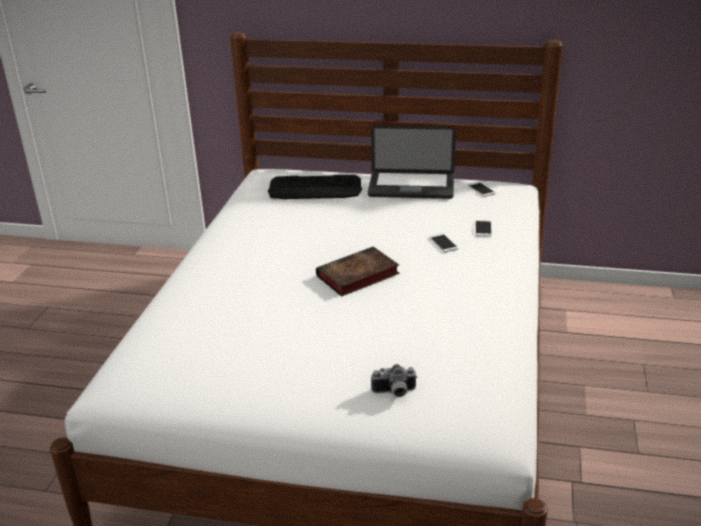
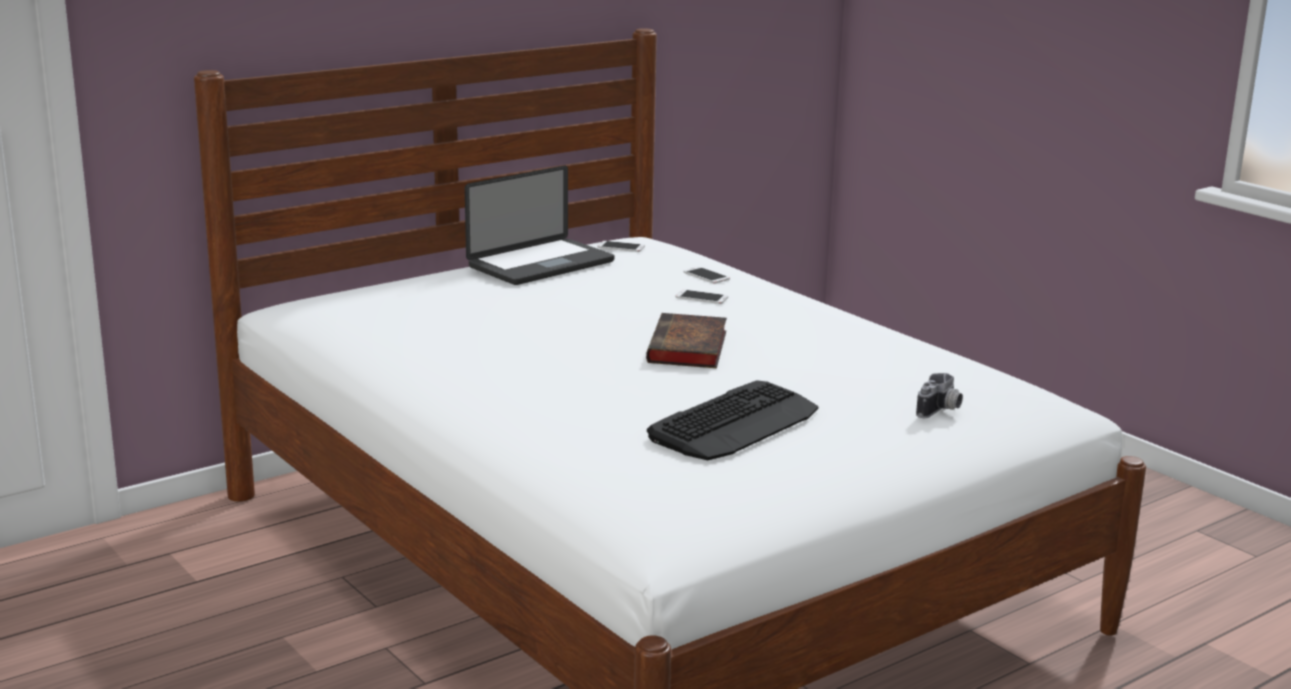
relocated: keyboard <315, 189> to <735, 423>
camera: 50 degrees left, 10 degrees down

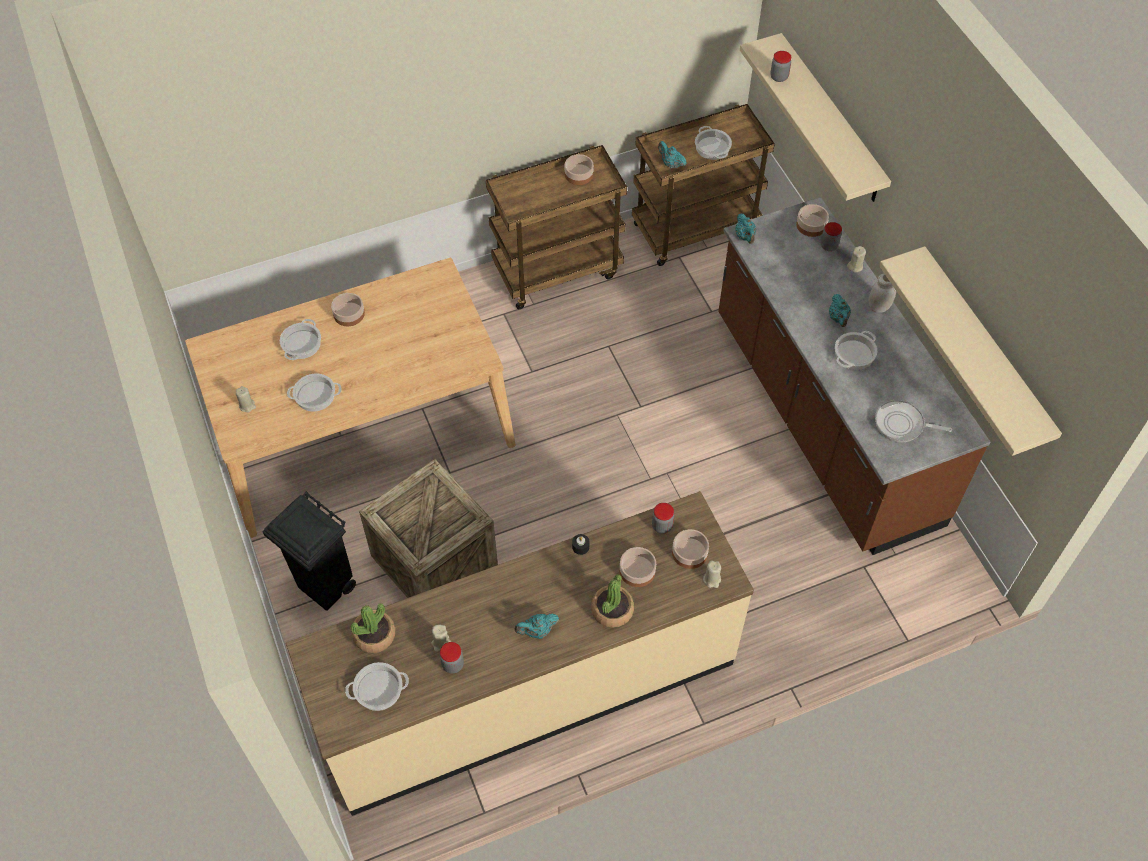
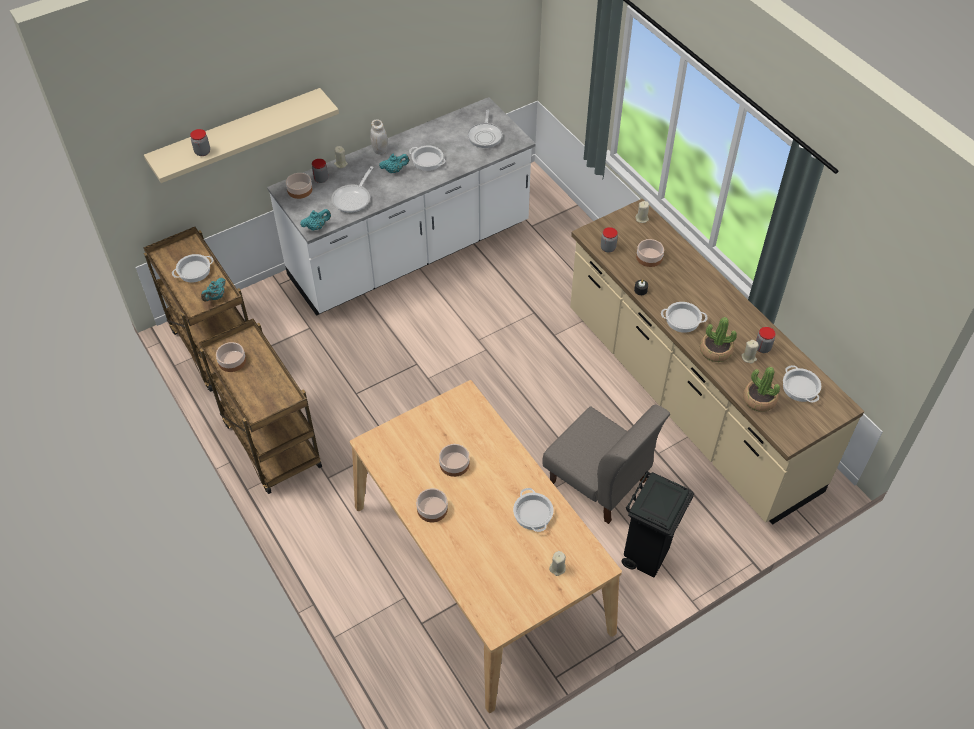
missing: teapot (turquoise) <537, 631>; shelf (beige) <984, 349>
appeared: frying pan <353, 198>
relocated: cooking pot <301, 343> to <682, 320>; potted plant <612, 610> to <715, 351>; bowl <690, 553> to <454, 463>
exchanged: crate <434, 560> to chair (grey) <598, 481>
colour: counter (brown) <824, 420> to counter (white) <410, 252>
camera: 100 degrees left, 5 degrees down

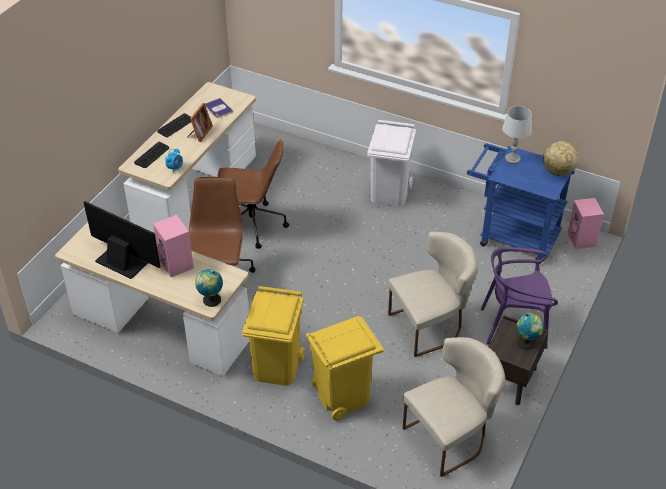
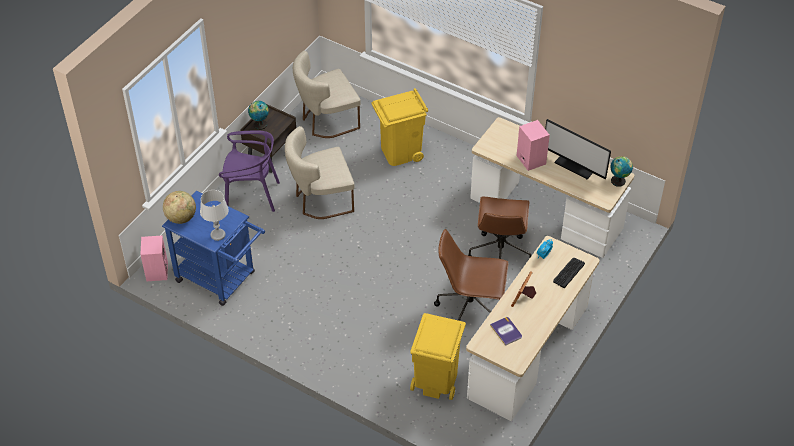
missing: keyboard <175, 126>; trash can (white) <389, 193>
relocated: globe <210, 300> to <619, 180>; trash can (yellow) <277, 367> to <435, 381>
camera: 175 degrees left, 5 degrees up

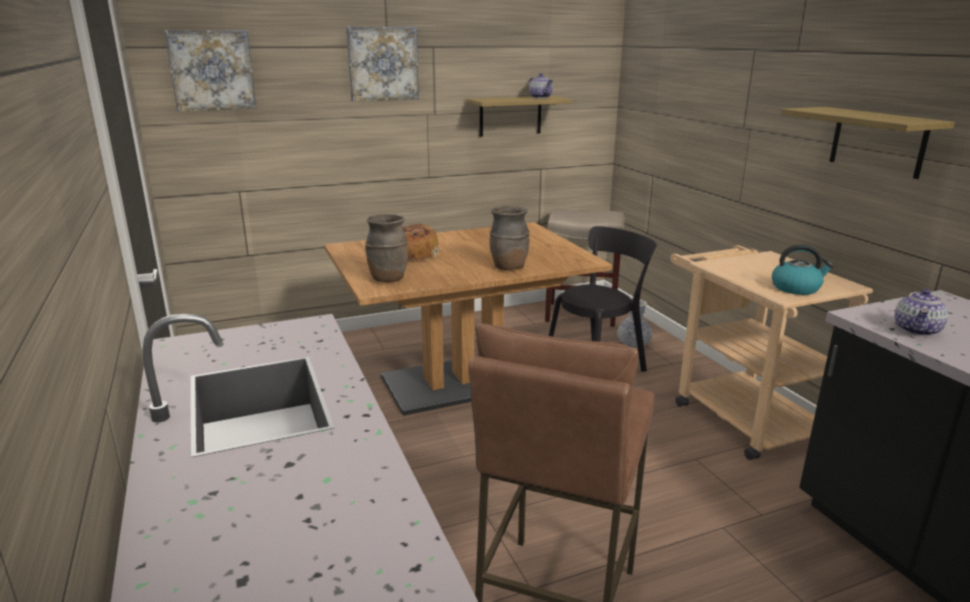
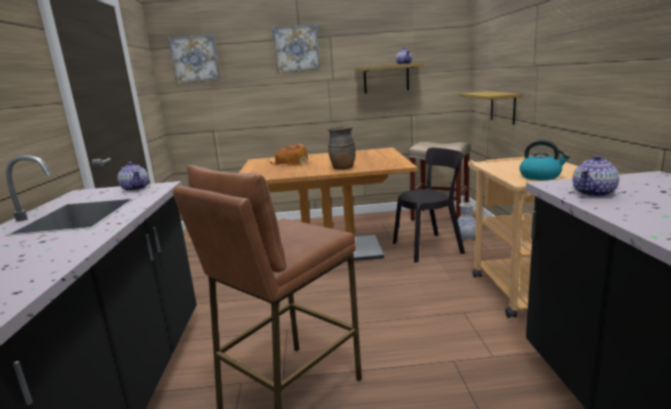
missing: vase (brown) <388, 279>
appeared: teapot <135, 188>
relocated: shelf <877, 142> to <503, 107>
camera: 20 degrees right, 5 degrees down

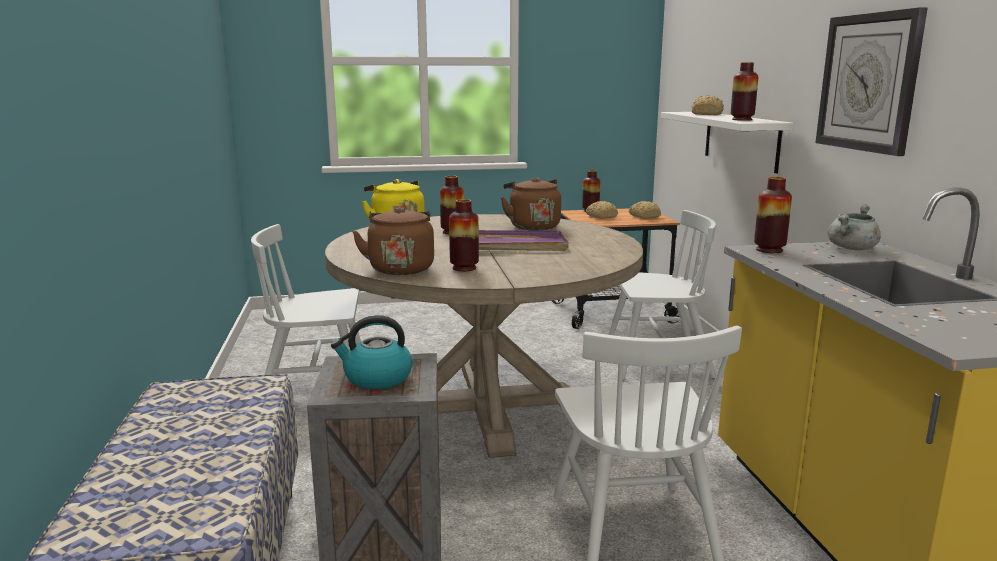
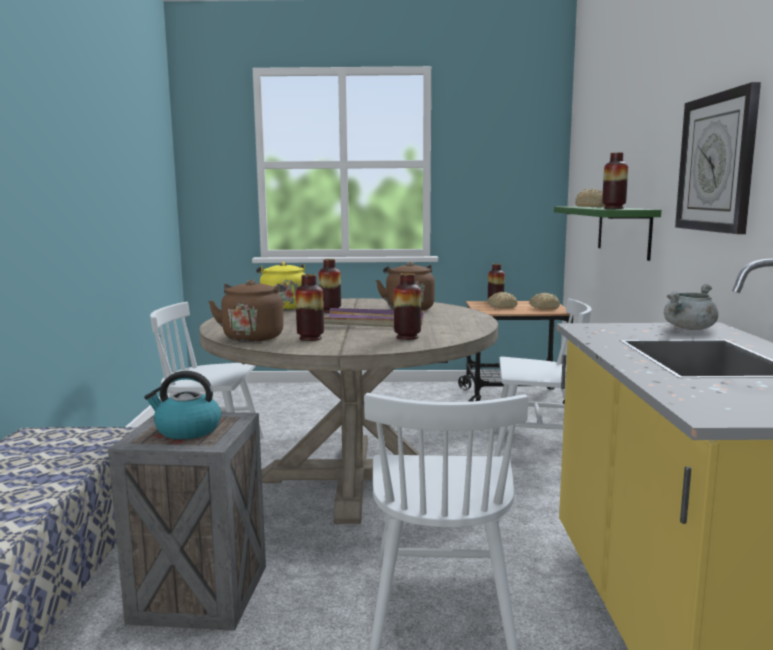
relocated: vase <769, 250> to <407, 337>
colour: shelf (white) <740, 140> to shelf (green) <623, 230>
camera: 10 degrees right, 5 degrees down

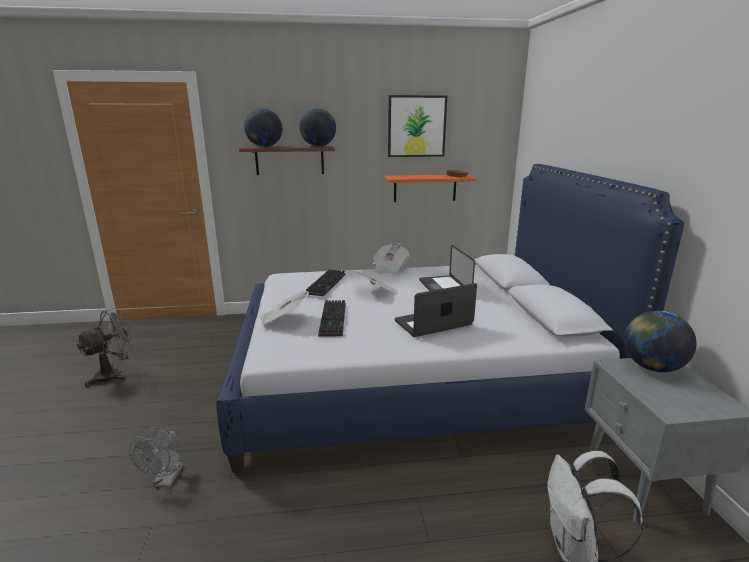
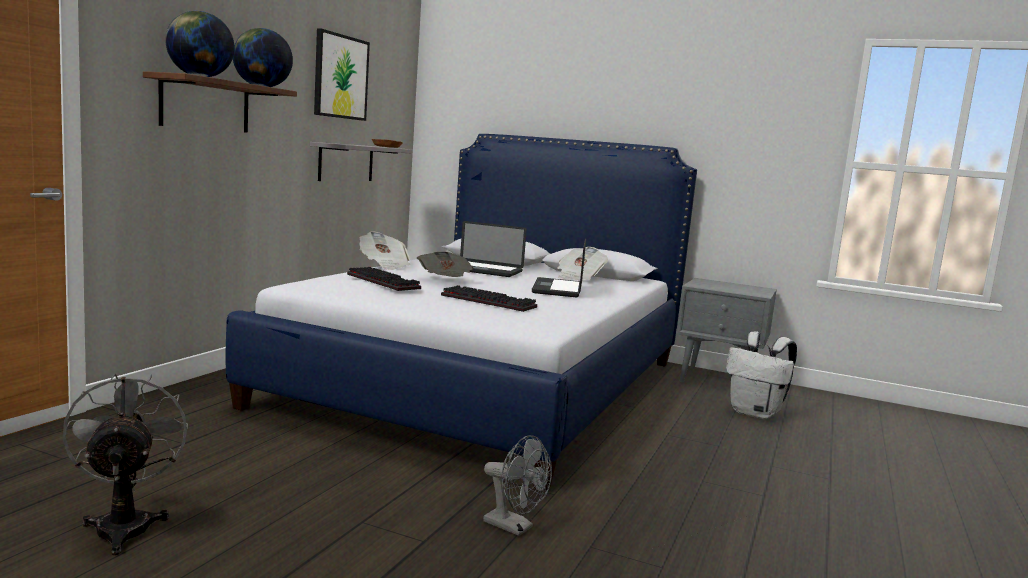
missing: globe <652, 367>
relocated: newspaper <283, 320> to <578, 278>
colour: shelf (orange) <425, 188> to shelf (grey) <346, 162>
camera: 60 degrees left, 10 degrees down

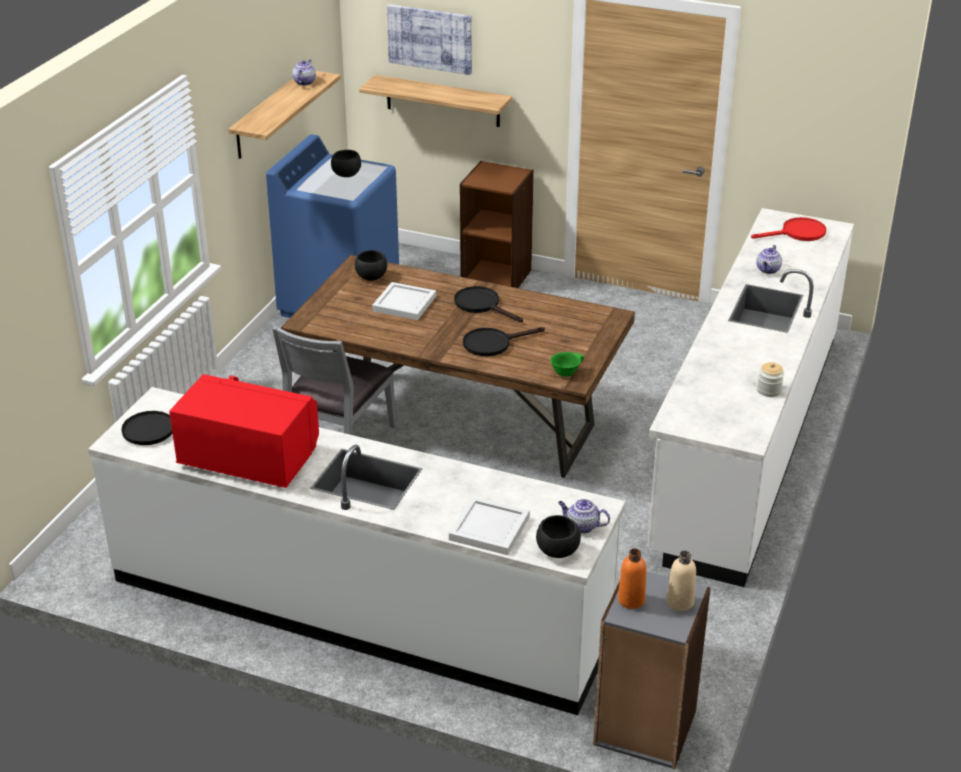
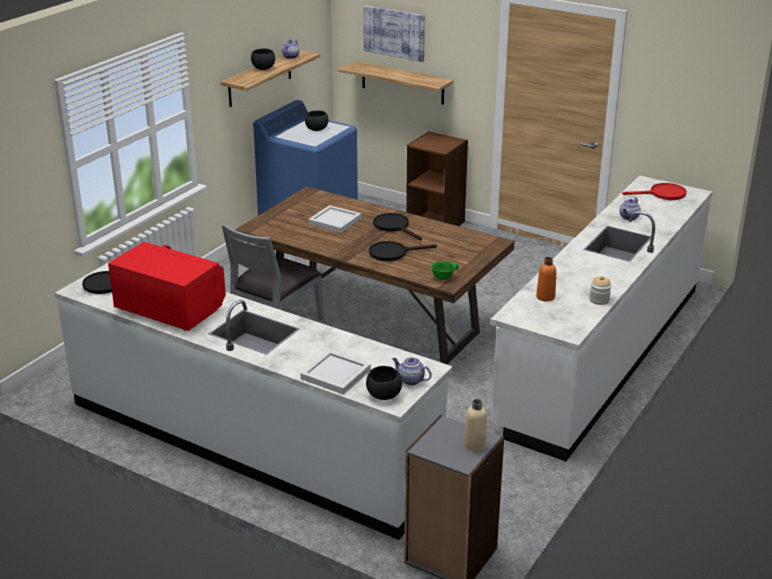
relocated: bowl (black) <371, 277> to <263, 69>; bottle (orange) <631, 600> to <545, 297>
camera: 10 degrees right, 5 degrees down

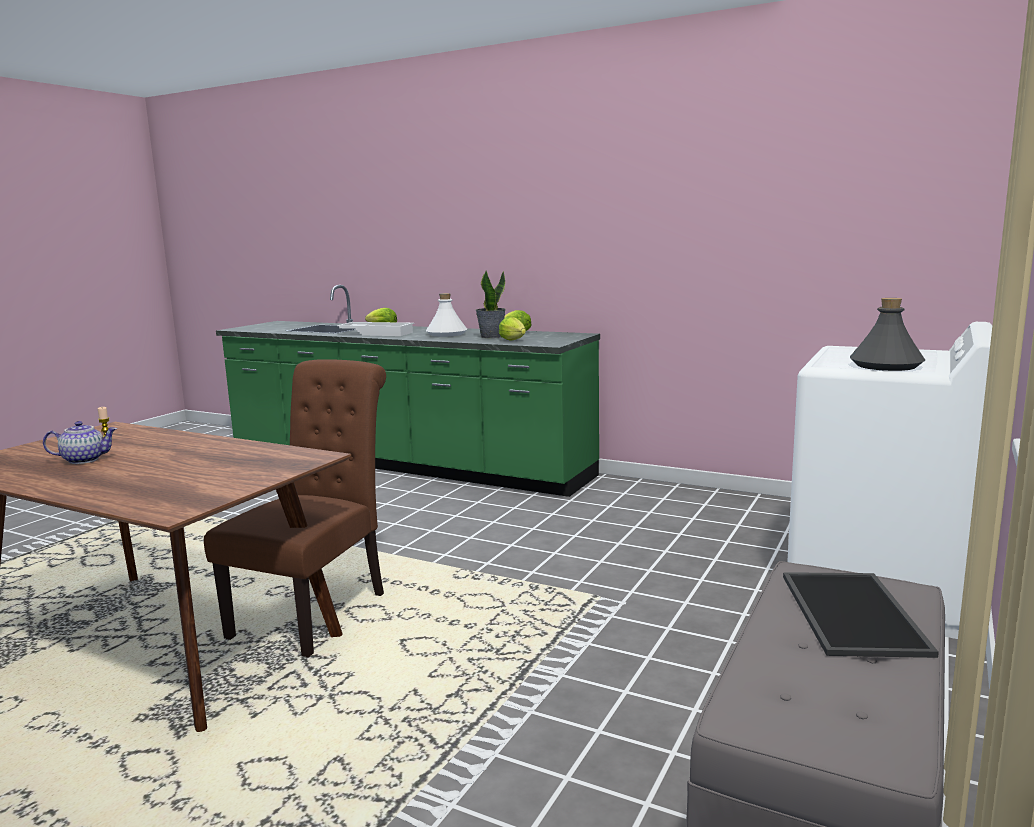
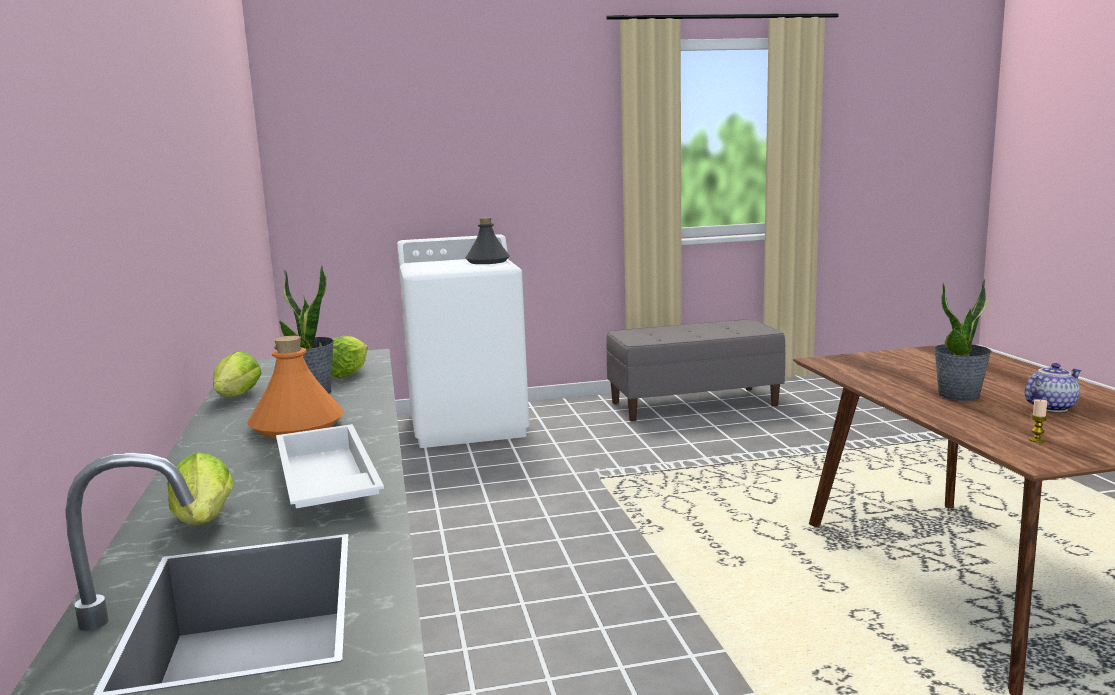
missing: chair (brown) <317, 611>; tray <855, 614>
appeared: potted plant <959, 395>
colour: bottle (white) <446, 334> to bottle (orange) <297, 426>
spun: teapot <85, 460> = <1050, 407> 120 degrees clockwise
camera: 130 degrees left, 0 degrees up

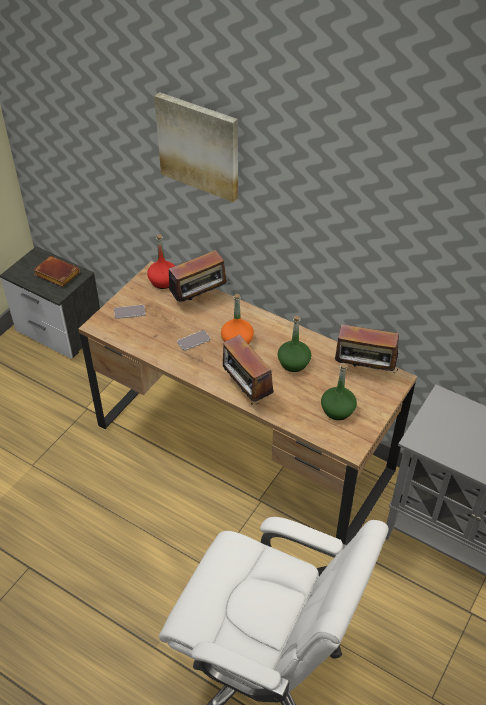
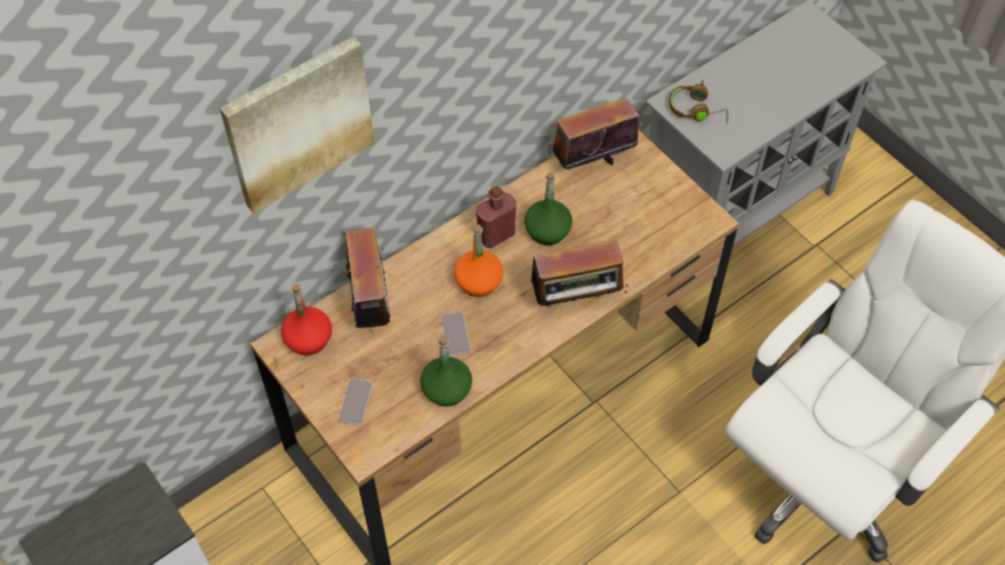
missing: book (brown) <55, 274>
appeared: bottle (red) <496, 235>; headphones (brown) <697, 110>
relocated: bottle (green) <337, 410> to <447, 389>
spun: radio <364, 370> = <592, 162> 150 degrees counterclockwise
camera: 70 degrees left, 10 degrees up

